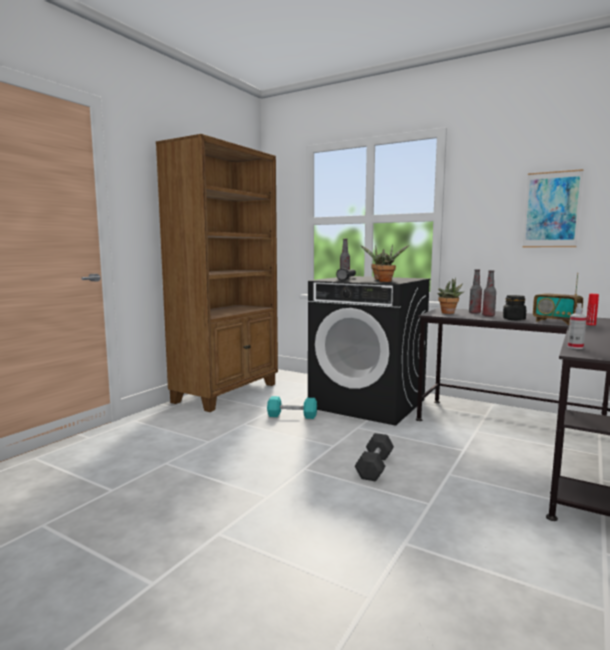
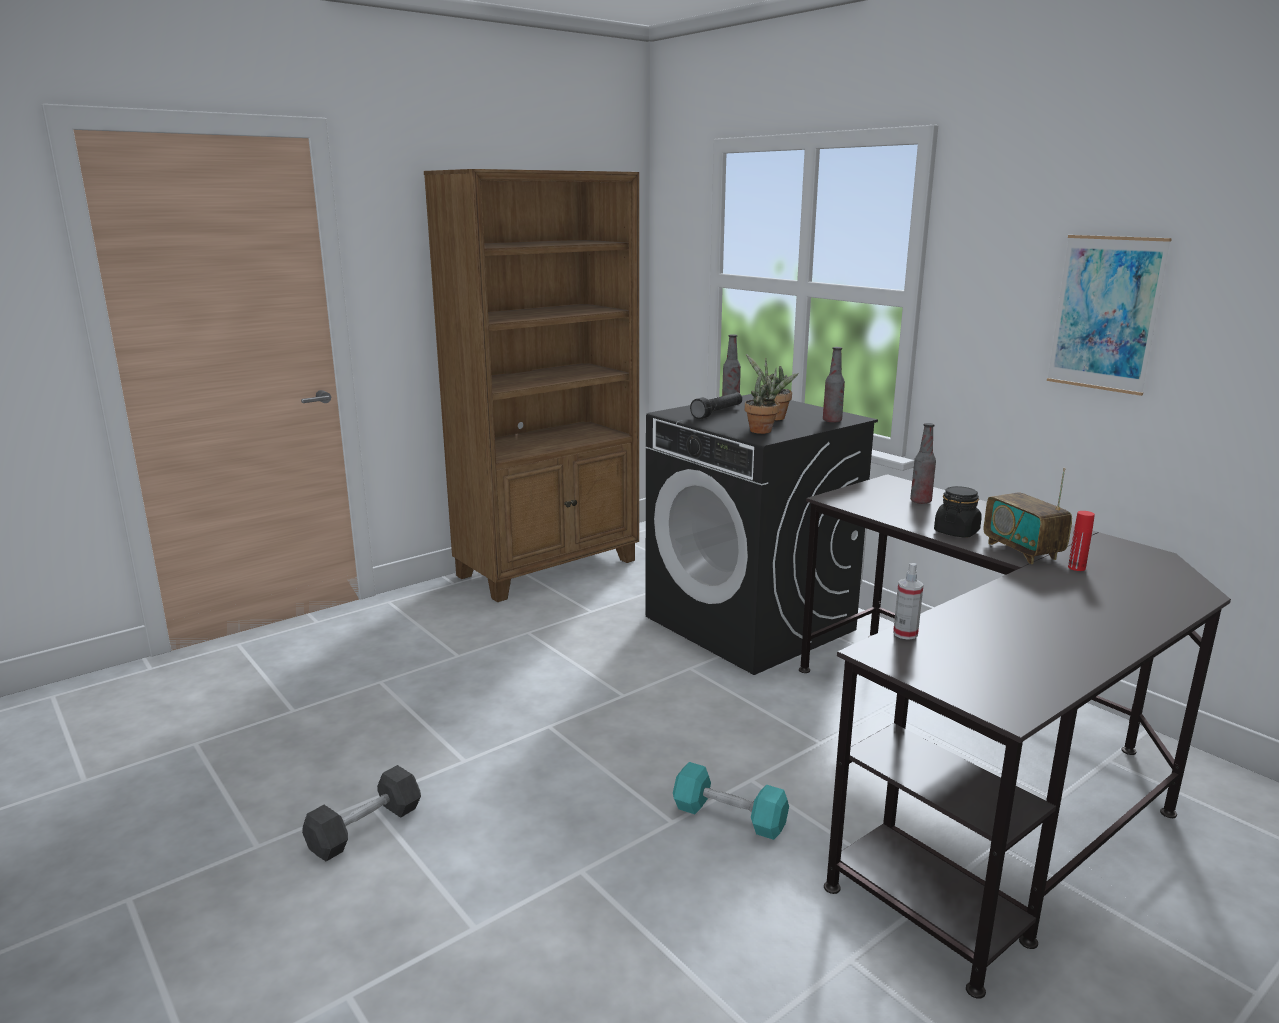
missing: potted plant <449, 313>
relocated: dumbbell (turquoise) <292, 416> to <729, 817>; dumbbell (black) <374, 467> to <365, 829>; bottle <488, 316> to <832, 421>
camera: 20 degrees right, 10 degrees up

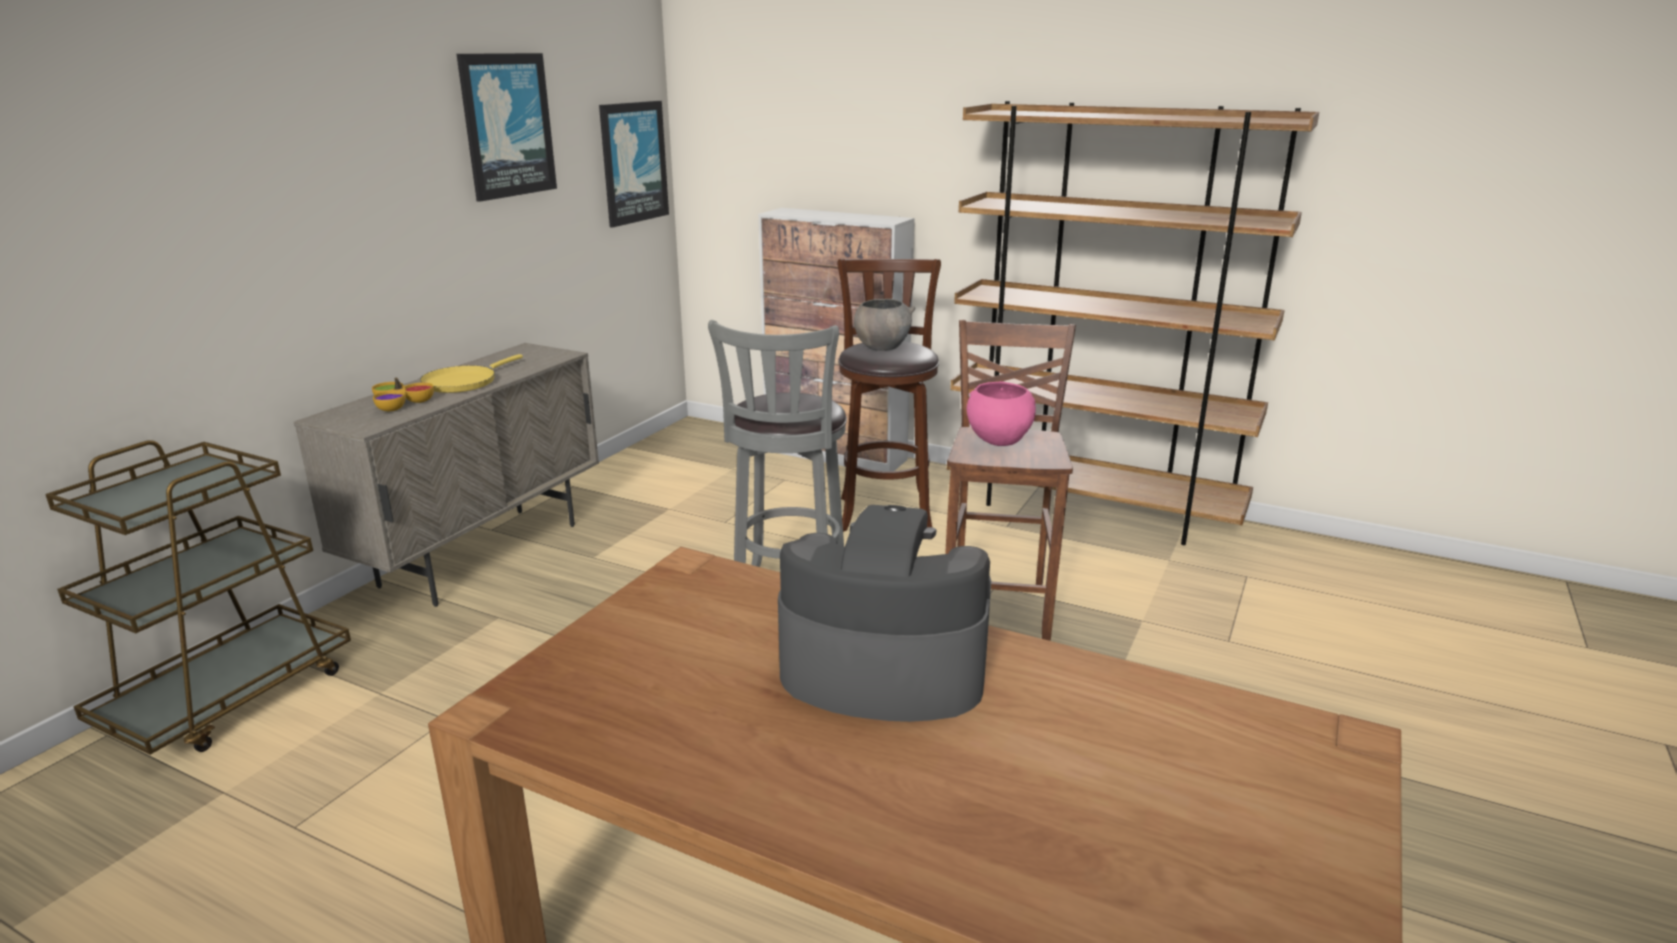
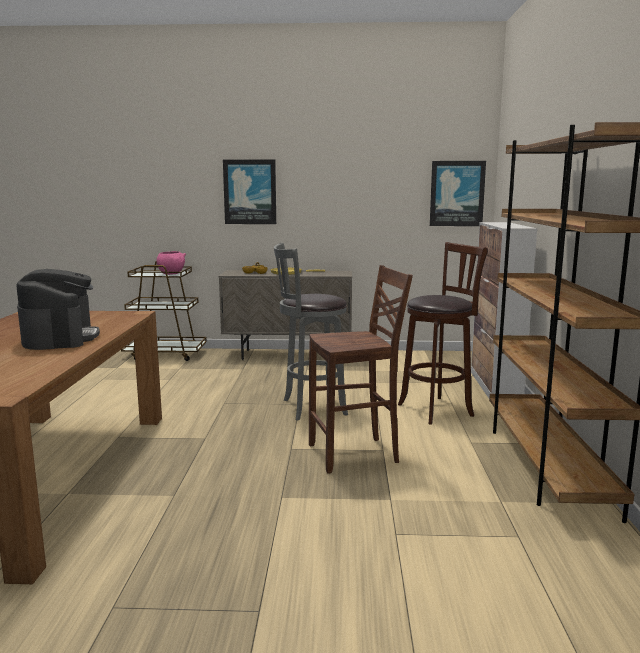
missing: bowl (grey) <882, 347>
relocated: picture <507, 125> to <250, 192>; bowl (pink) <998, 440> to <171, 273>
camera: 65 degrees right, 10 degrees down

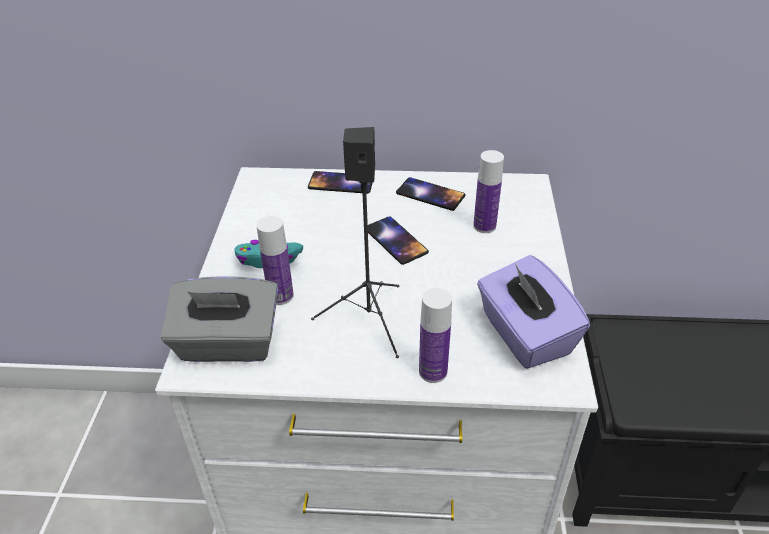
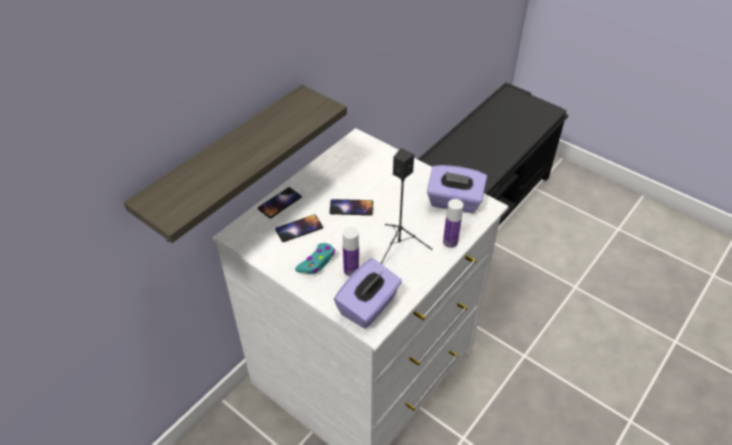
missing: bottle <484, 226>
appeared: shelf <227, 166>
relocated: phone <430, 194> to <299, 228>
colour: tissue box (grey) <228, 344> to tissue box (purple) <368, 306>
camera: 55 degrees left, 5 degrees up

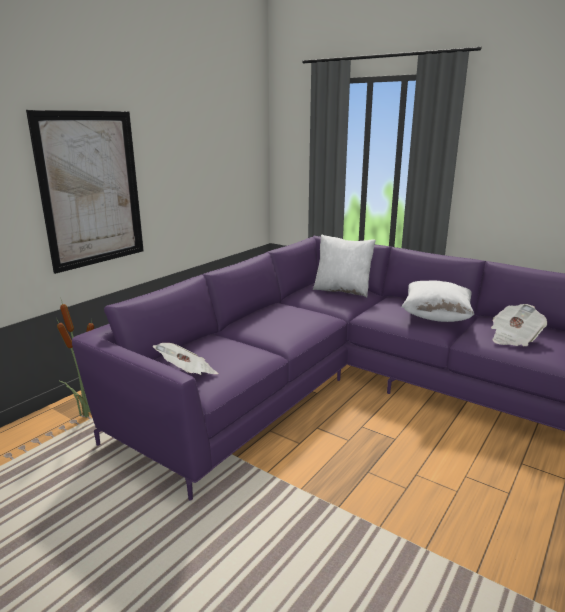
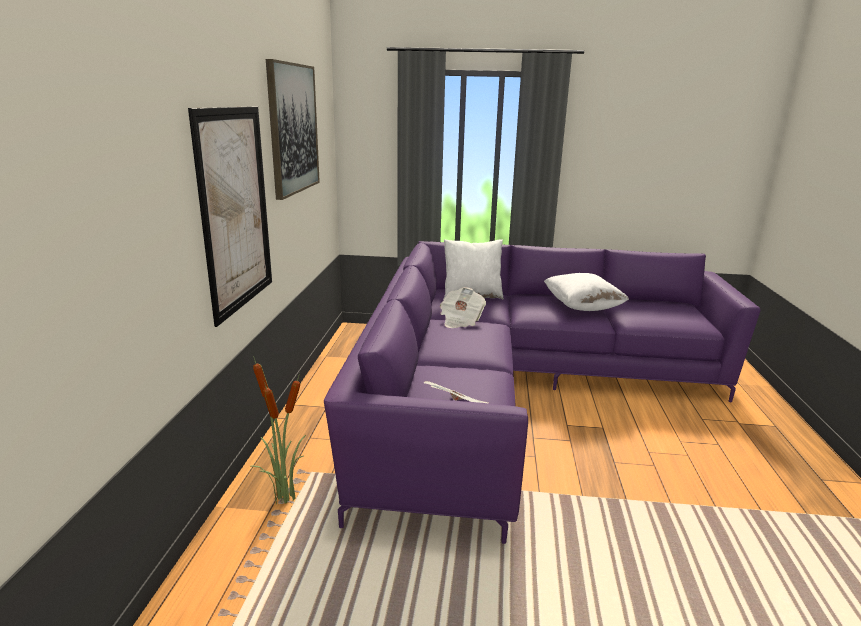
appeared: picture <293, 129>
relocated: newspaper <513, 338> to <460, 320>
camera: 30 degrees left, 0 degrees up

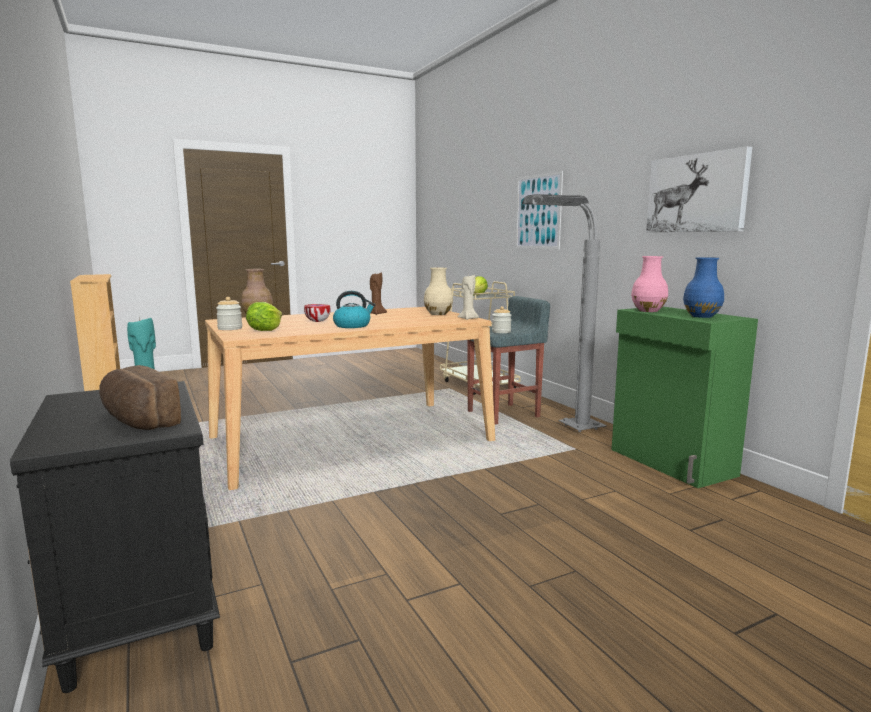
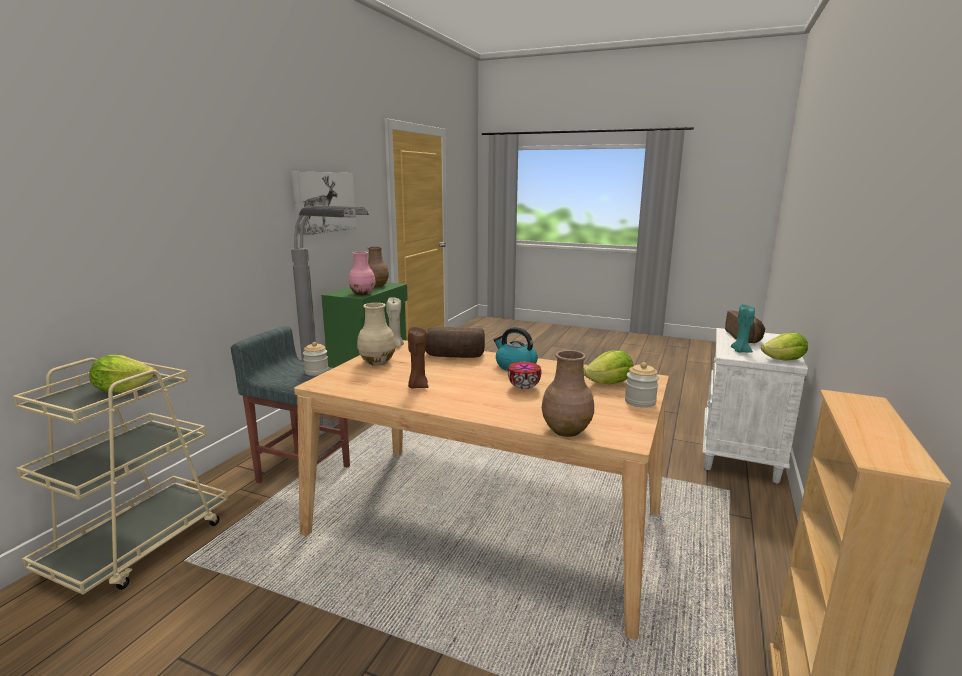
missing: picture <538, 212>
appeared: bread <454, 356>; lettuce <784, 360>
colour: nightstand (black) <139, 609> to nightstand (white) <740, 453>; vase (blue) <702, 316> to vase (brown) <376, 286>
camera: 130 degrees left, 5 degrees up

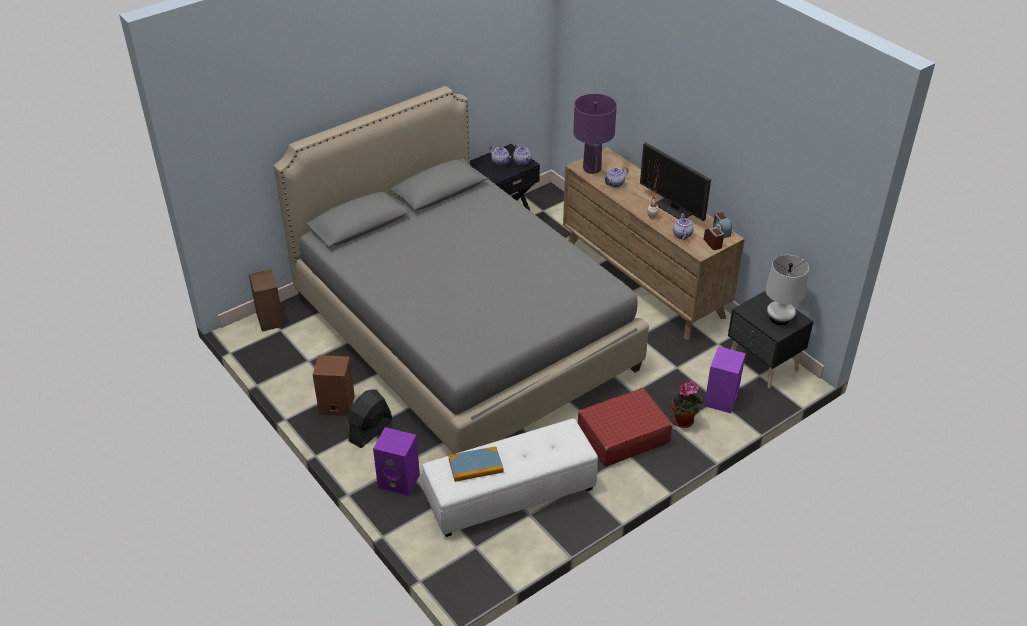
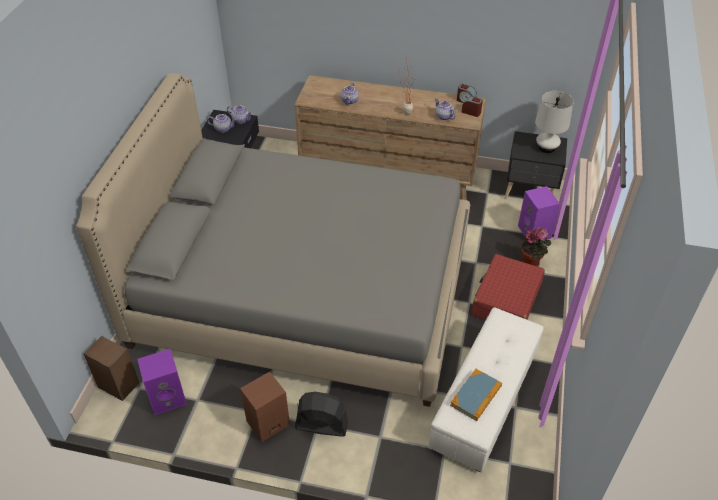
missing: table lamp (purple) <591, 168>; monitor <675, 208>
relocated: speaker (purple) <400, 481> to <168, 397>
spun: fan (black) <370, 430> = <321, 425> 105 degrees clockwise
camera: 40 degrees left, 5 degrees up

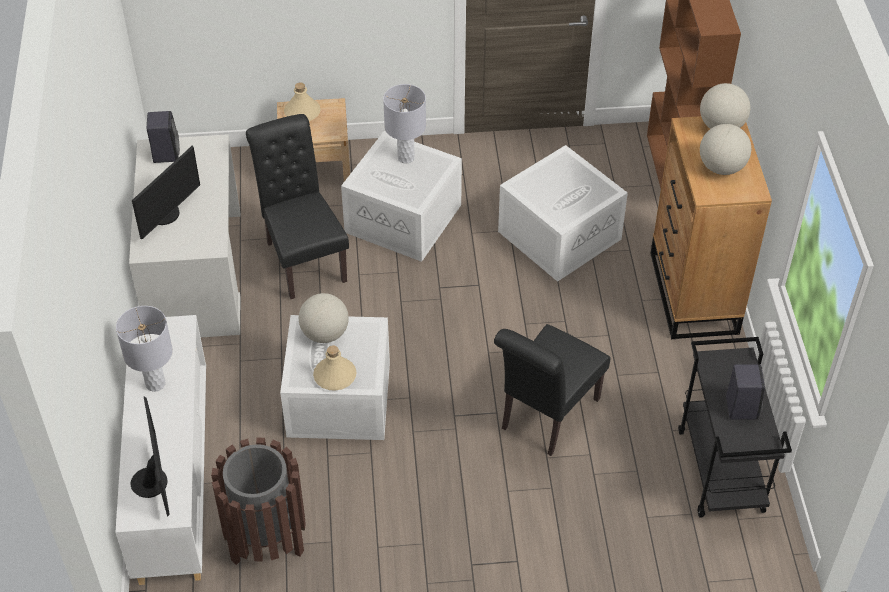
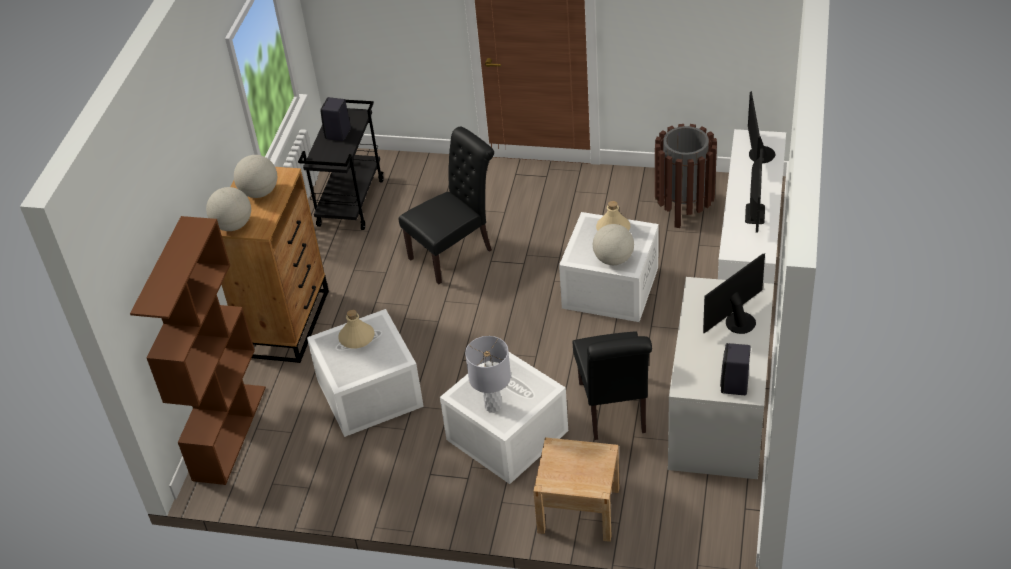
relocated: bottle (beige) <302, 113> to <357, 337>
exchanged: table lamp (grey) <155, 384> to monitor <754, 214>
camera: 160 degrees left, 5 degrees down

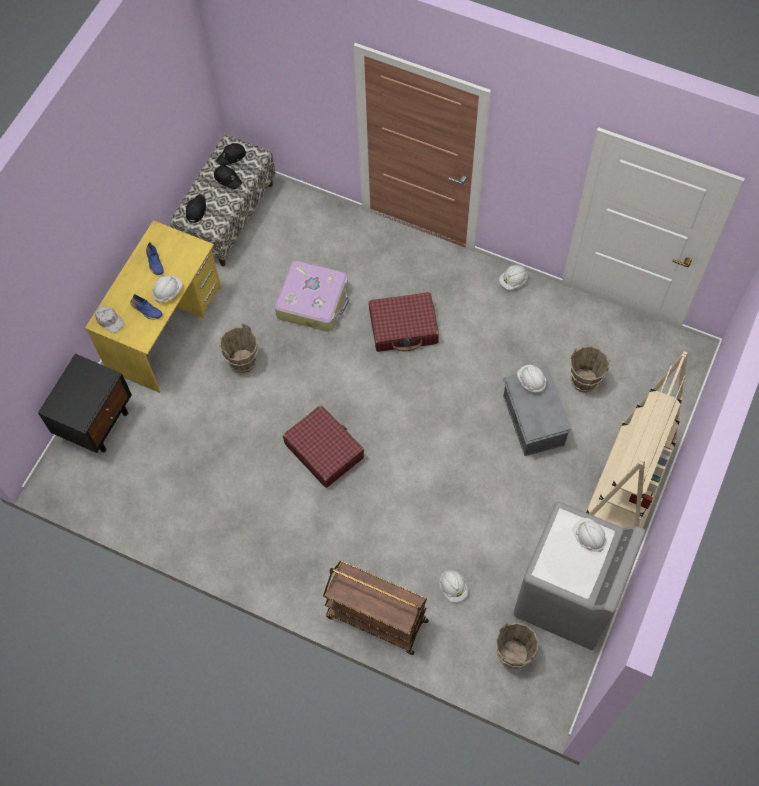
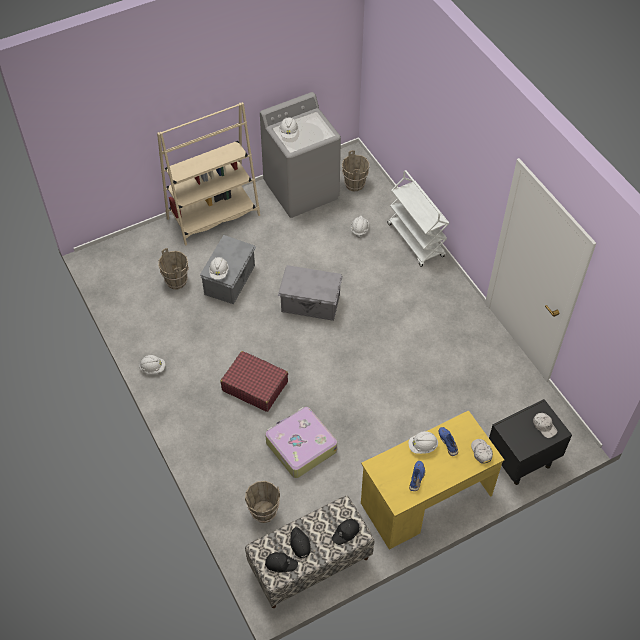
missing: suitcase (red) <324, 450>
appeared: storage box (grey) <311, 304>; cap (white) <544, 426>
relocated: bucket (brown) <243, 361> to <263, 512>
colour: cart (brown) <376, 619> to cart (white) <416, 241>
camera: 145 degrees left, 10 degrees down

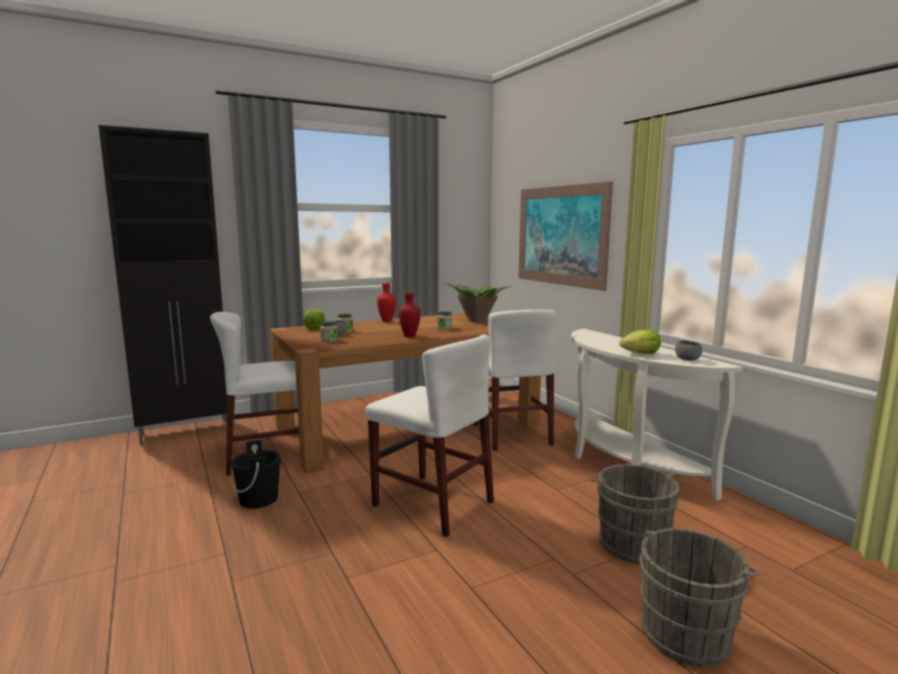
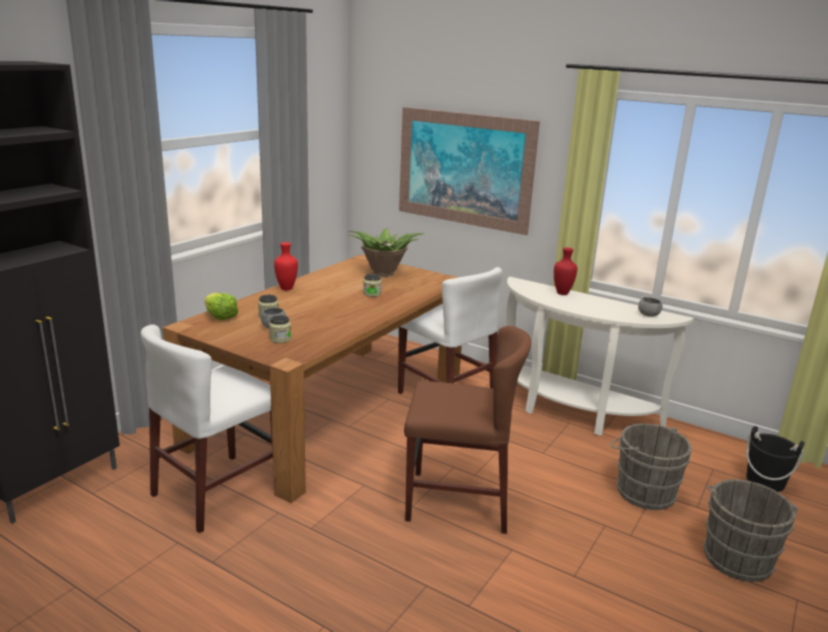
missing: lettuce <640, 354>
relocated: bucket (black) <259, 499> to <765, 481>; vase (red) <410, 336> to <562, 293>
colour: chair (white) <432, 503> to chair (brown) <458, 501>
camera: 30 degrees left, 10 degrees up

